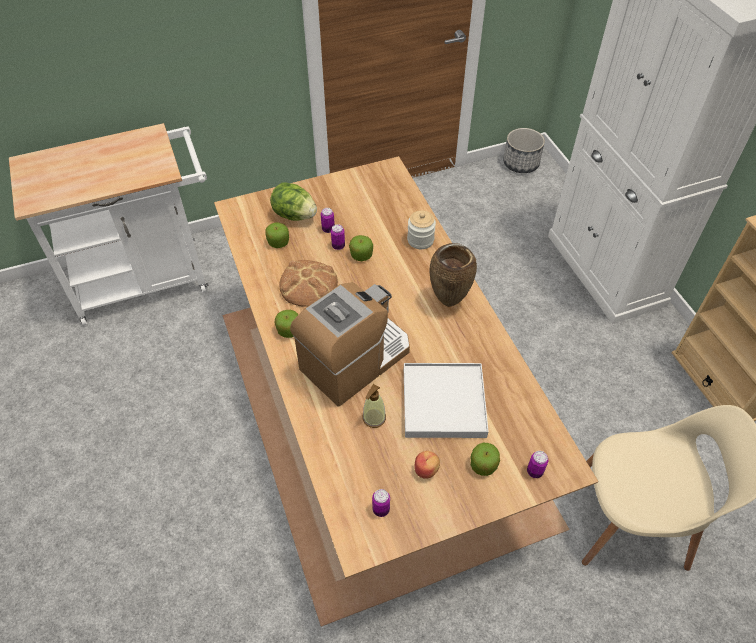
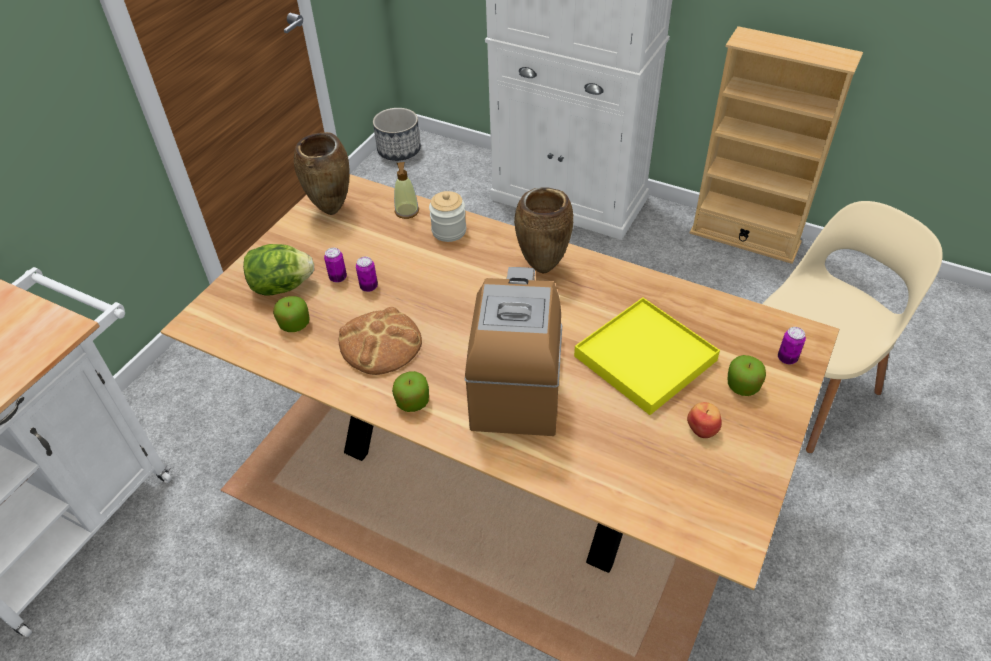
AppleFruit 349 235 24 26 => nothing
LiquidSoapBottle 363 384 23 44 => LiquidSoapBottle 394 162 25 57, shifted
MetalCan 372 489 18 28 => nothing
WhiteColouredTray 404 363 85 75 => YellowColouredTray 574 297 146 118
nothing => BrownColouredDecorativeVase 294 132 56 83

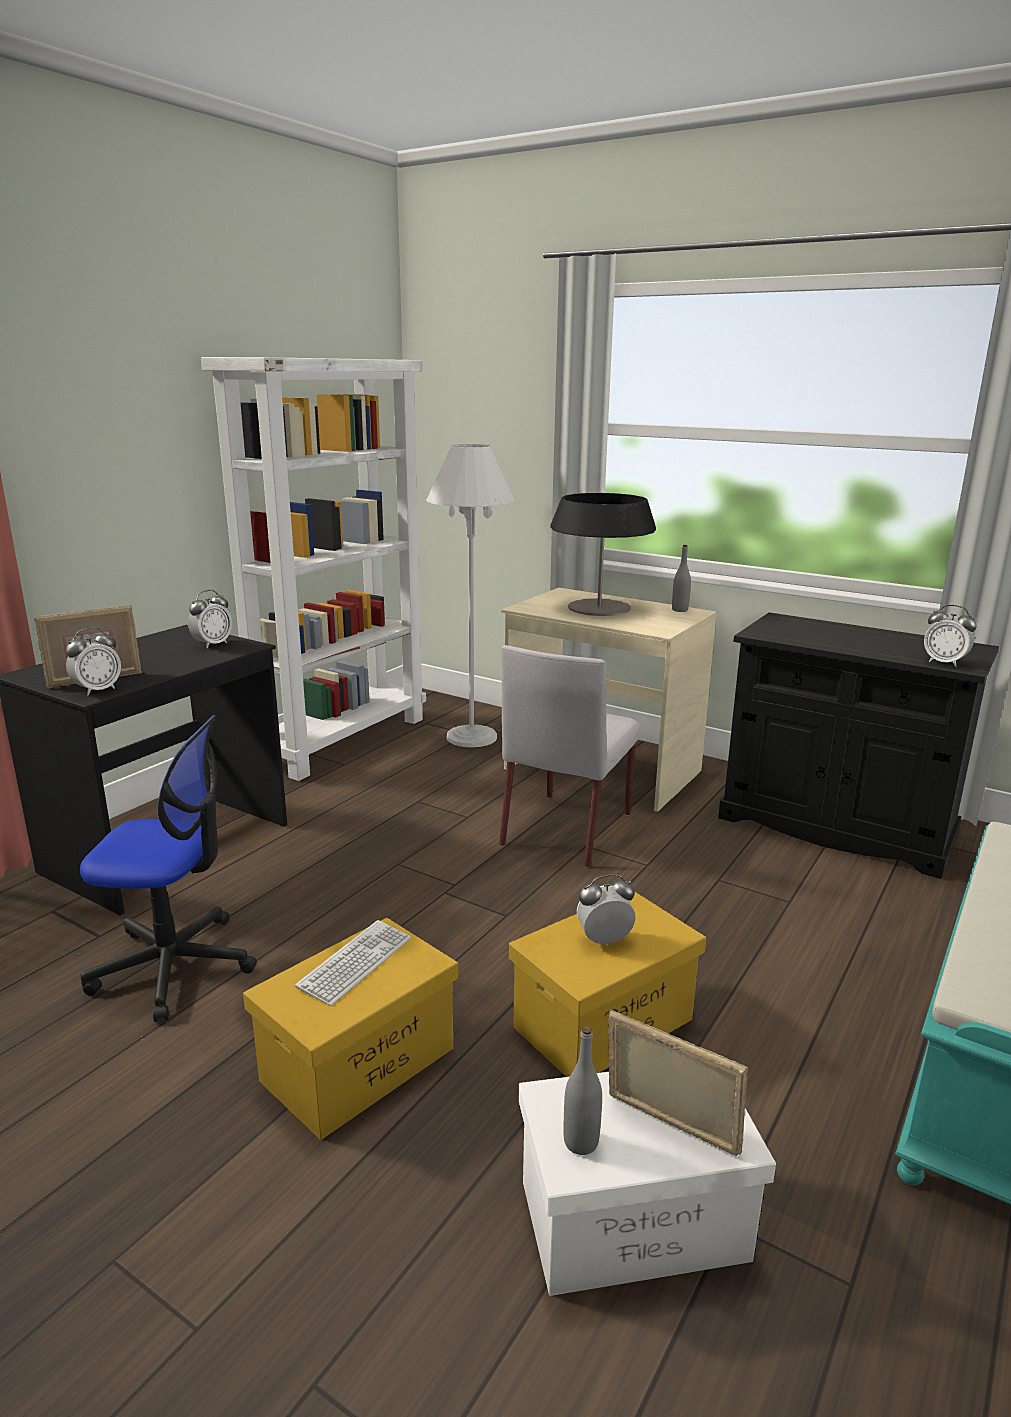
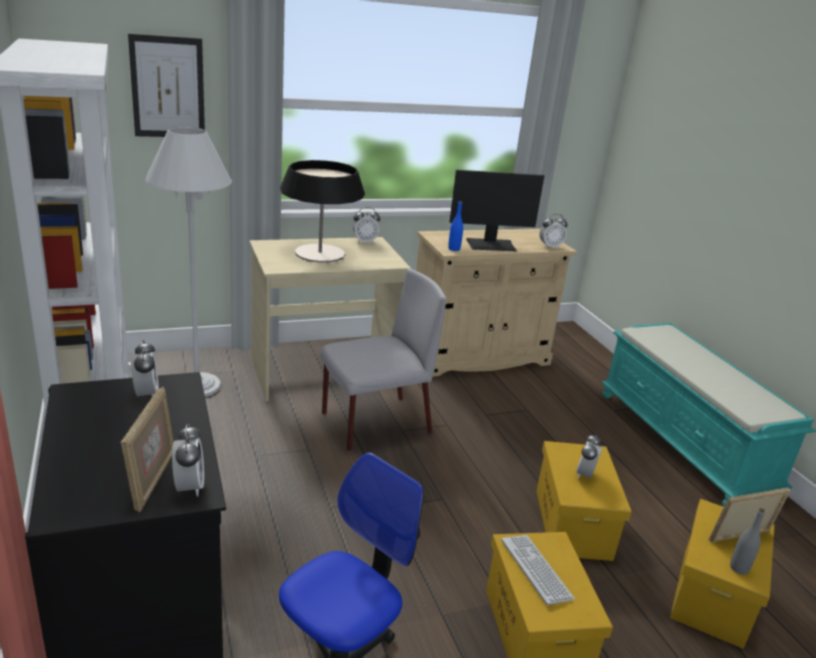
GrayUprightChair 499 645 142 223 => GrayUprightChair 320 269 126 183, 90 degrees counterclockwise
WhiteColouredStorageBin 519 1072 257 224 => YellowColouredStorageBin 670 499 105 150
GrayBeverageBottle 672 545 19 67 => AlarmClock 353 207 27 36
BlackCabinet 718 612 281 267 => BeigeColouredCabinet 416 229 161 148
nothing => Picture 128 34 77 103
nothing => BlueBeverageBottle 448 201 15 50
nothing => ComputerDisplay 450 170 94 82

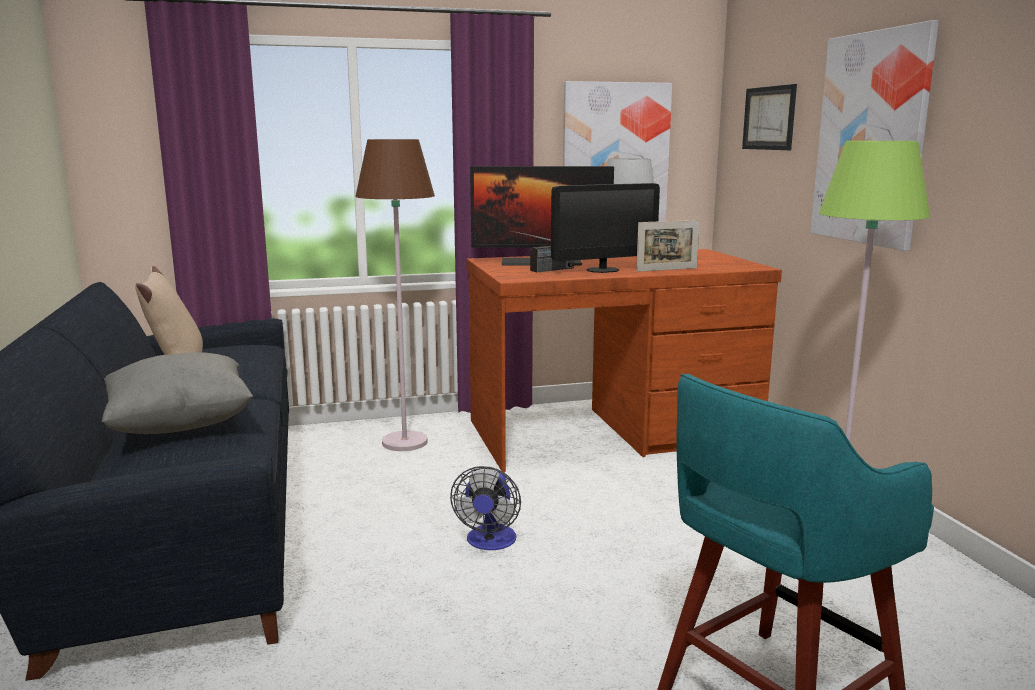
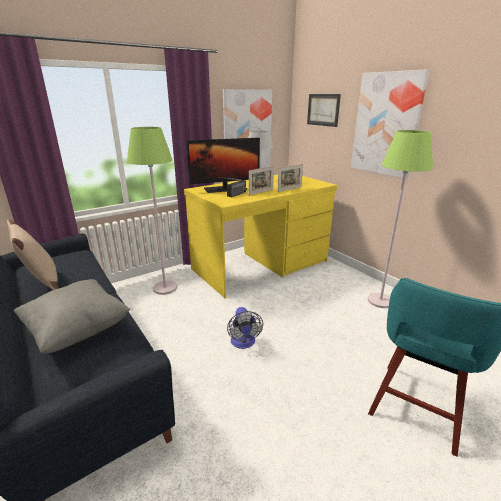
BrownColouredStandardLamp 355 139 80 312 => GreenColouredStandardLamp 127 127 50 168
BrownColouredDesk 466 249 316 223 => YellowColouredDesk 184 175 153 123
ComputerDisplay 551 183 109 90 => StandingFrame 249 166 25 30

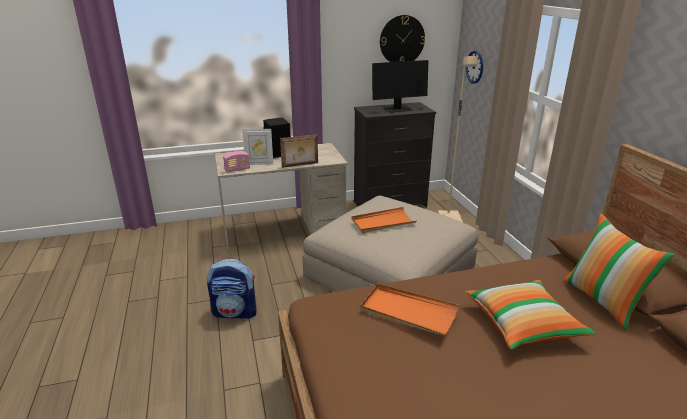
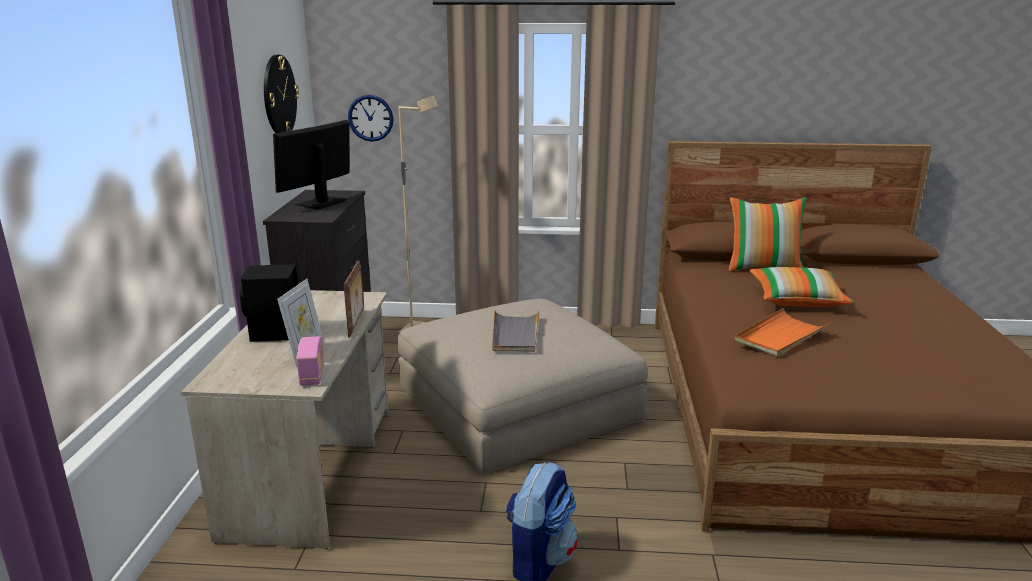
OrangeTray 352 207 65 26 => GrayTray 492 310 48 42
ComputerDisplay 372 60 56 53 => ComputerDisplay 273 120 77 90, 150 degrees counterclockwise

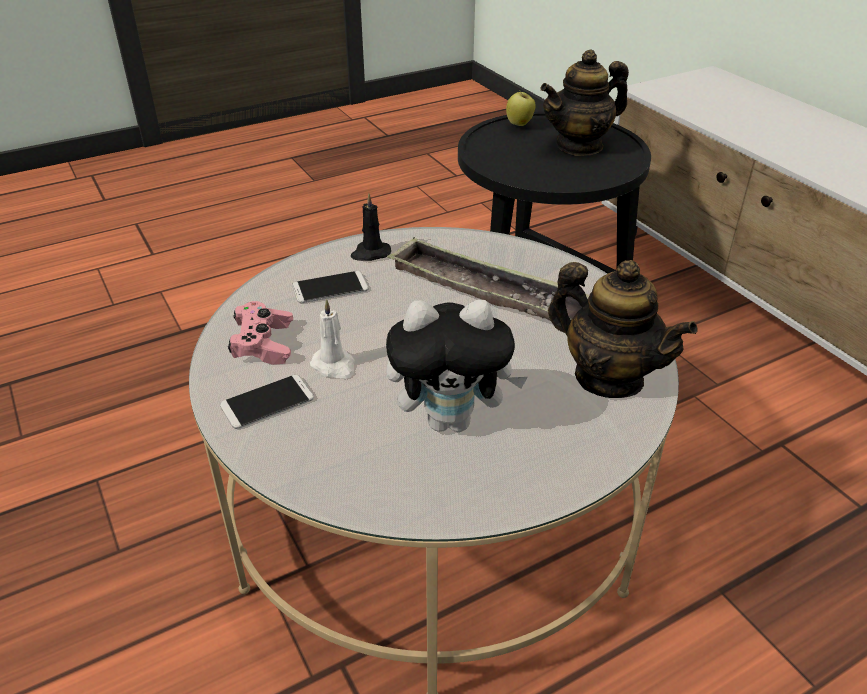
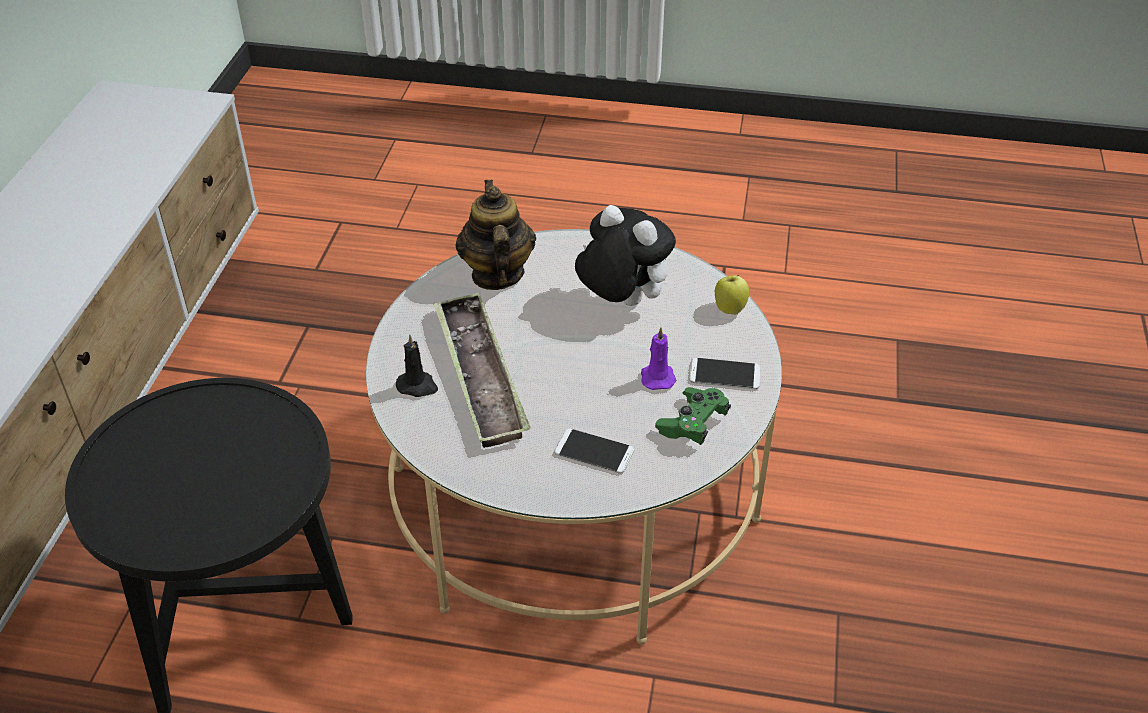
PinkJoypad 228 301 65 64 => GreenColouredJoypad 655 387 76 58
WhiteColouredCandle 310 299 45 80 => PurpleColouredCandle 641 327 35 63
BlackCandle 351 193 40 68 => BlackCandle 396 335 42 62, shifted
AppleFruit 506 90 30 36 => AppleFruit 715 275 34 40, shifted
TeaPot 540 50 89 106 => nothing

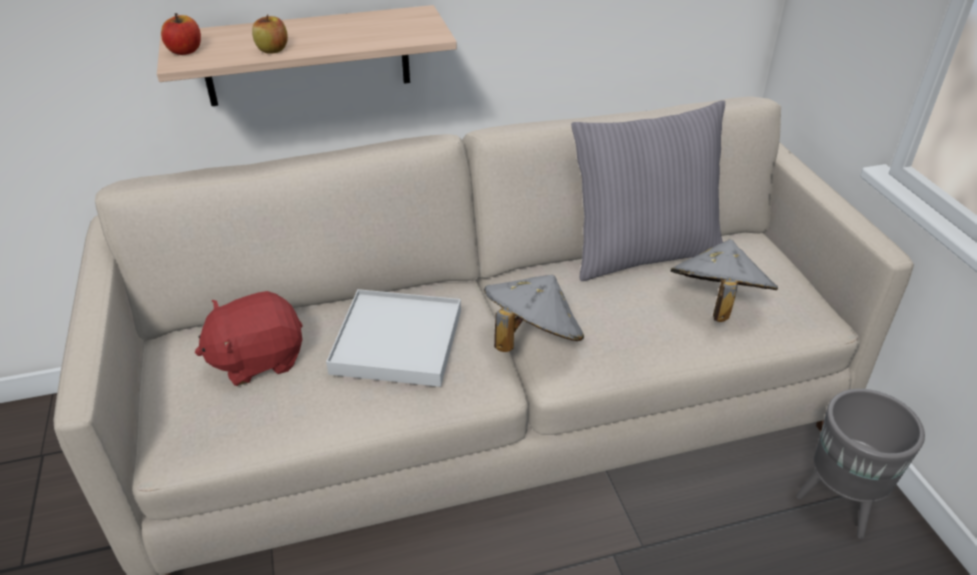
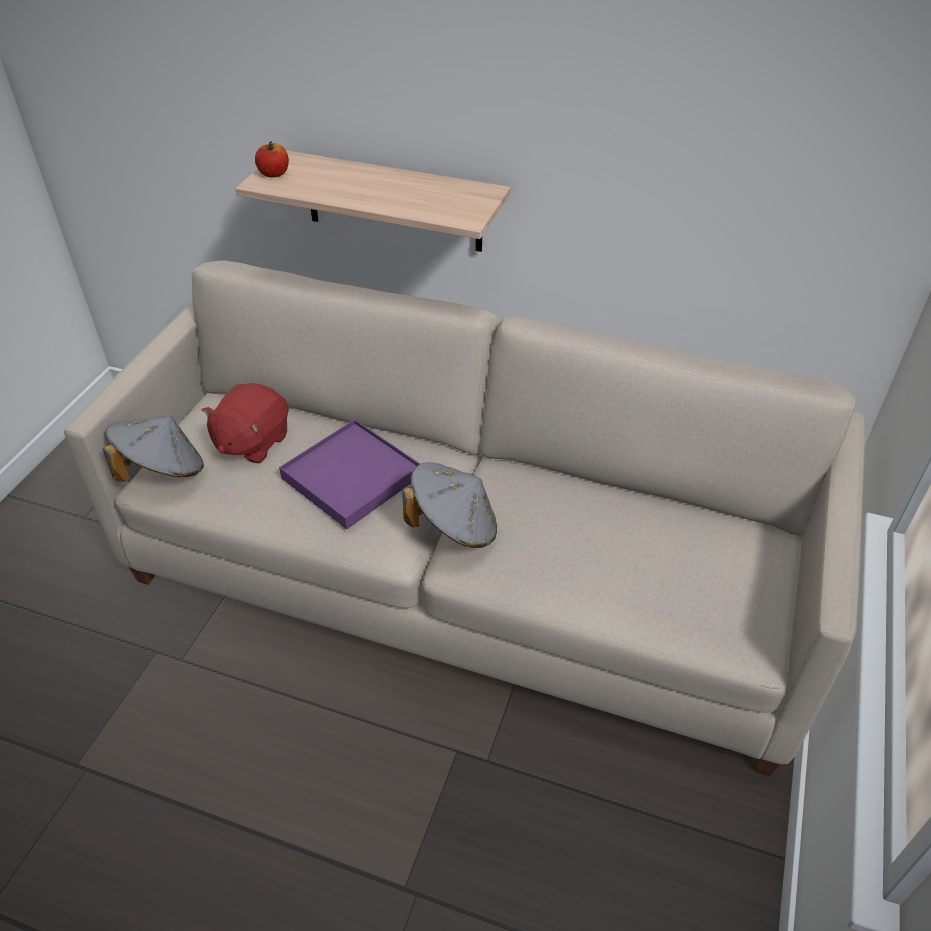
RedPlushToy 195 291 108 95 => RedPlushToy 202 383 87 80, 75 degrees counterclockwise
AppleFruit 252 14 36 40 => nothing
WhiteColouredTray 326 289 135 98 => PurpleColouredTray 279 419 141 110
GrayPillow 571 100 154 181 => nothing
GrayWearableHat 671 239 107 83 => GrayWearableHat 103 416 101 66, shifted
GrayPlanter 796 389 129 150 => nothing

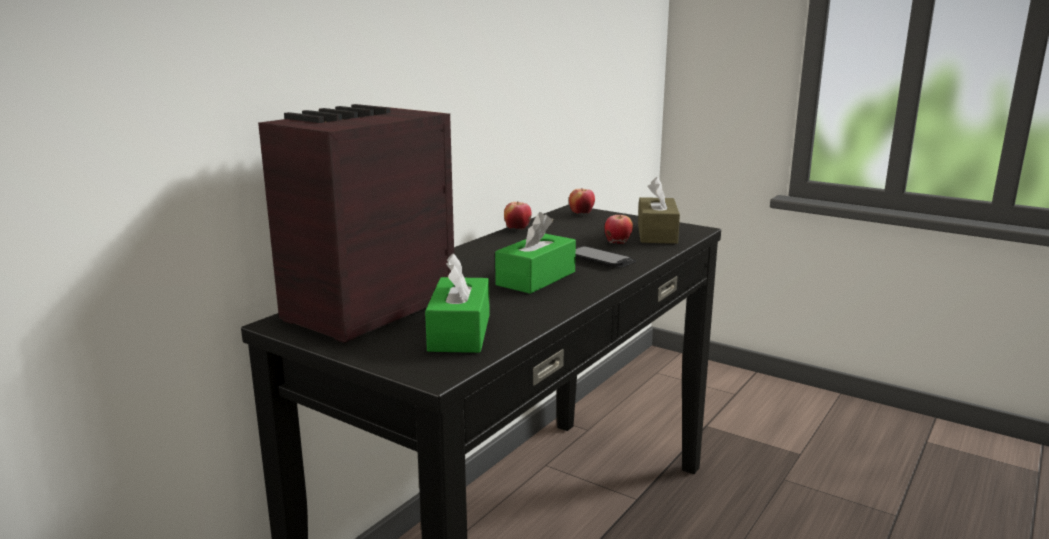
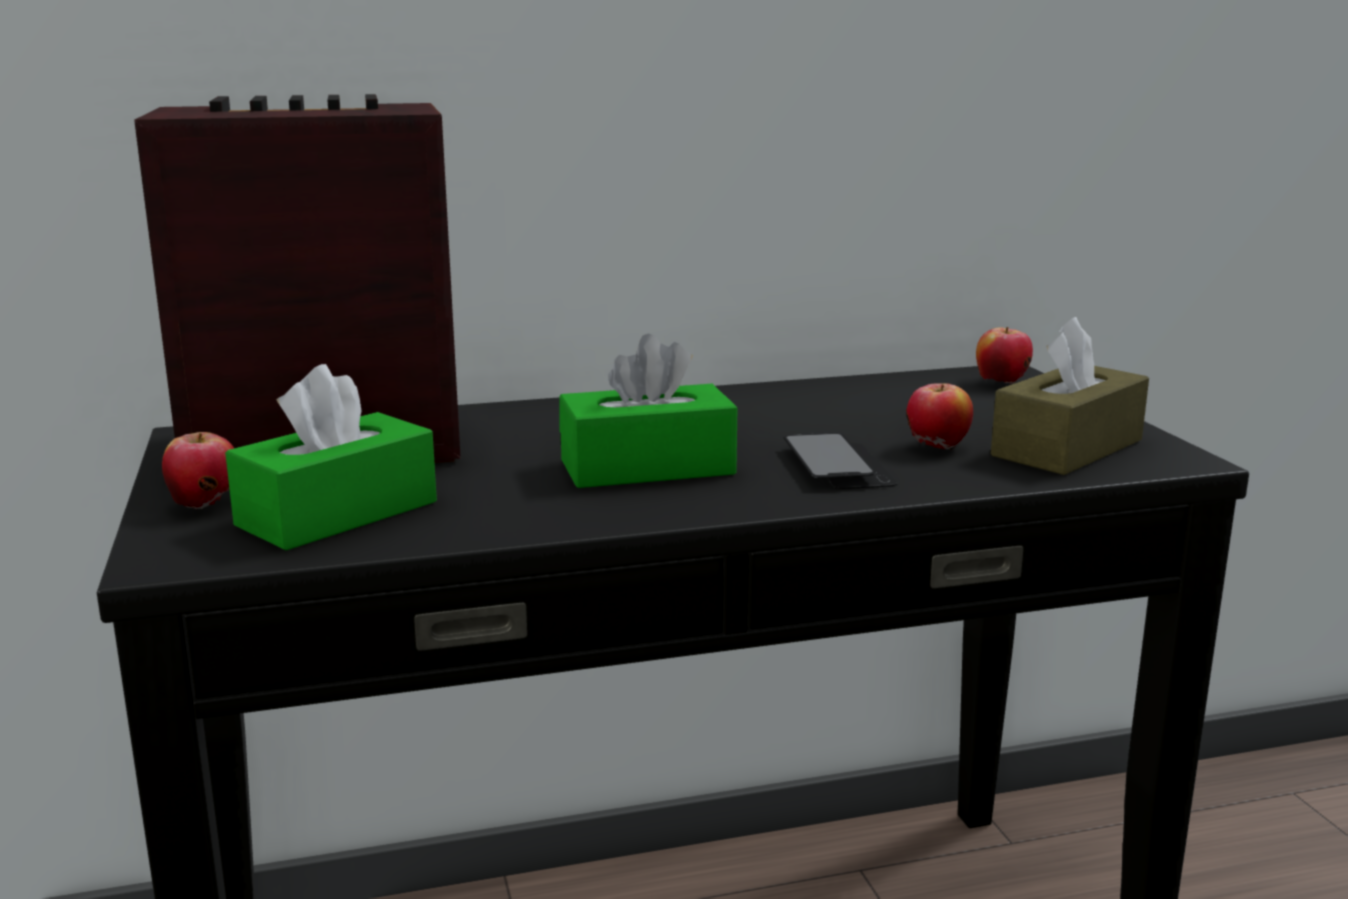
AppleFruit 504 202 27 28 => AppleFruit 162 432 72 78, shifted

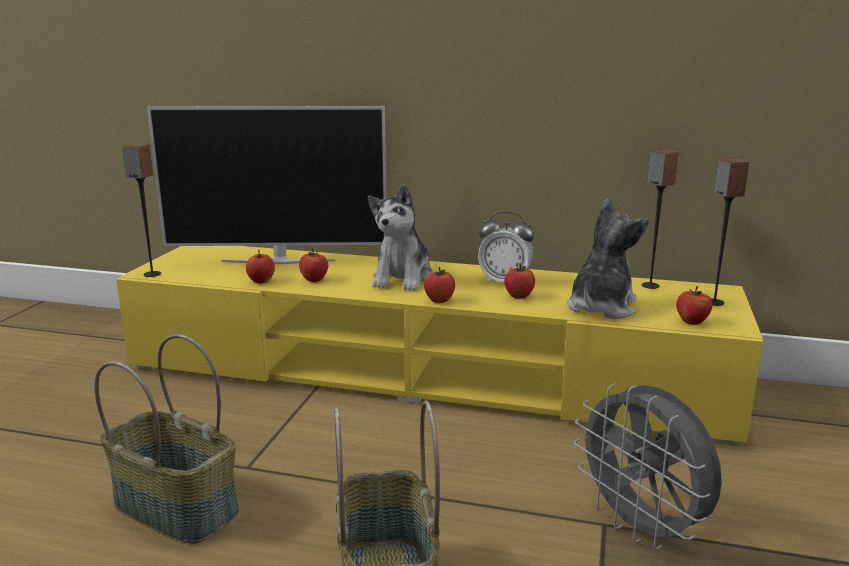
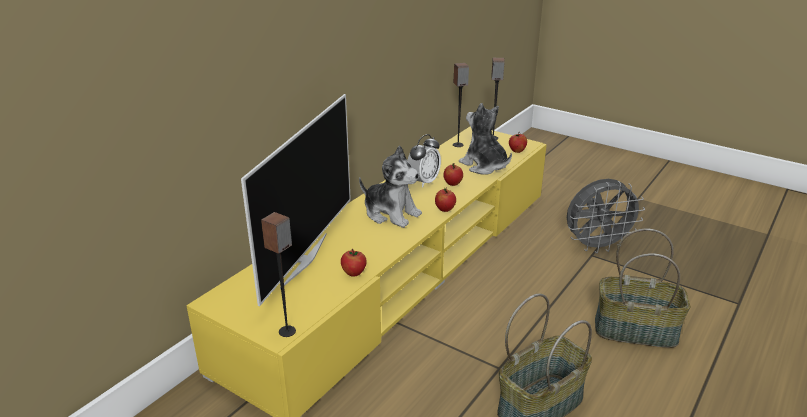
AppleFruit 299 249 30 33 => nothing

